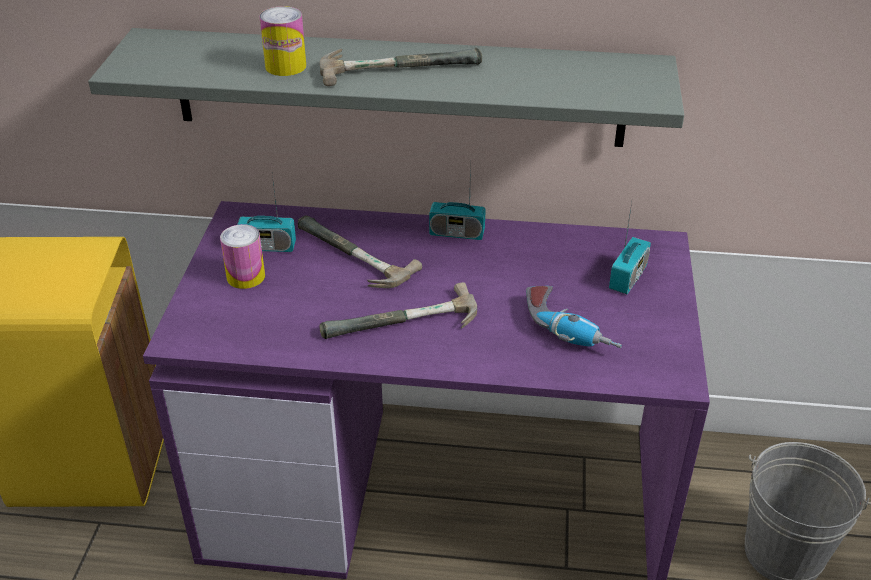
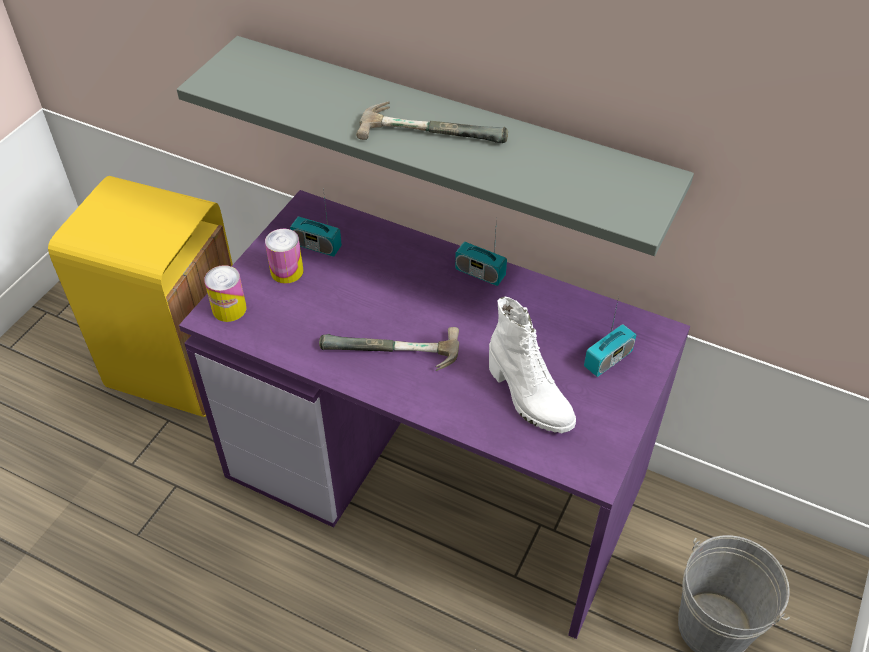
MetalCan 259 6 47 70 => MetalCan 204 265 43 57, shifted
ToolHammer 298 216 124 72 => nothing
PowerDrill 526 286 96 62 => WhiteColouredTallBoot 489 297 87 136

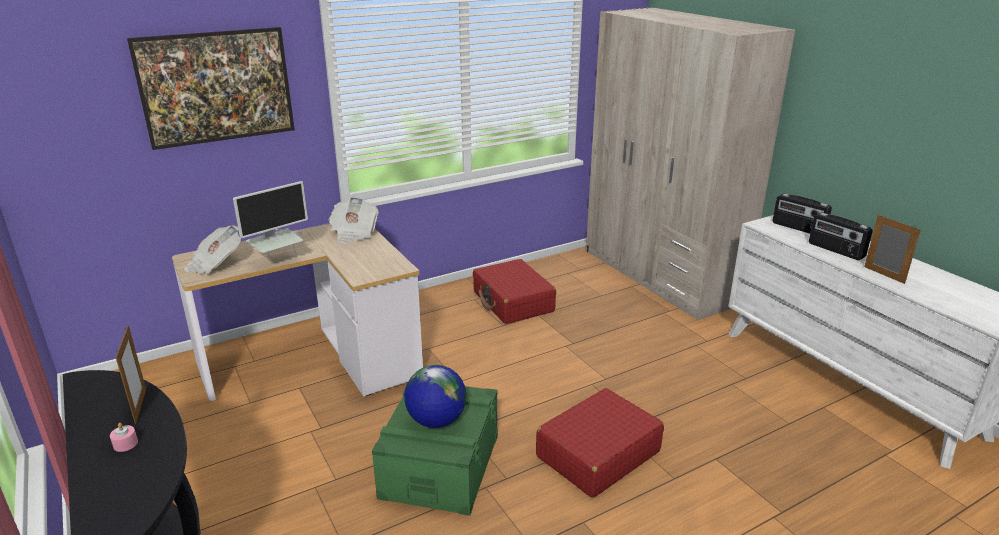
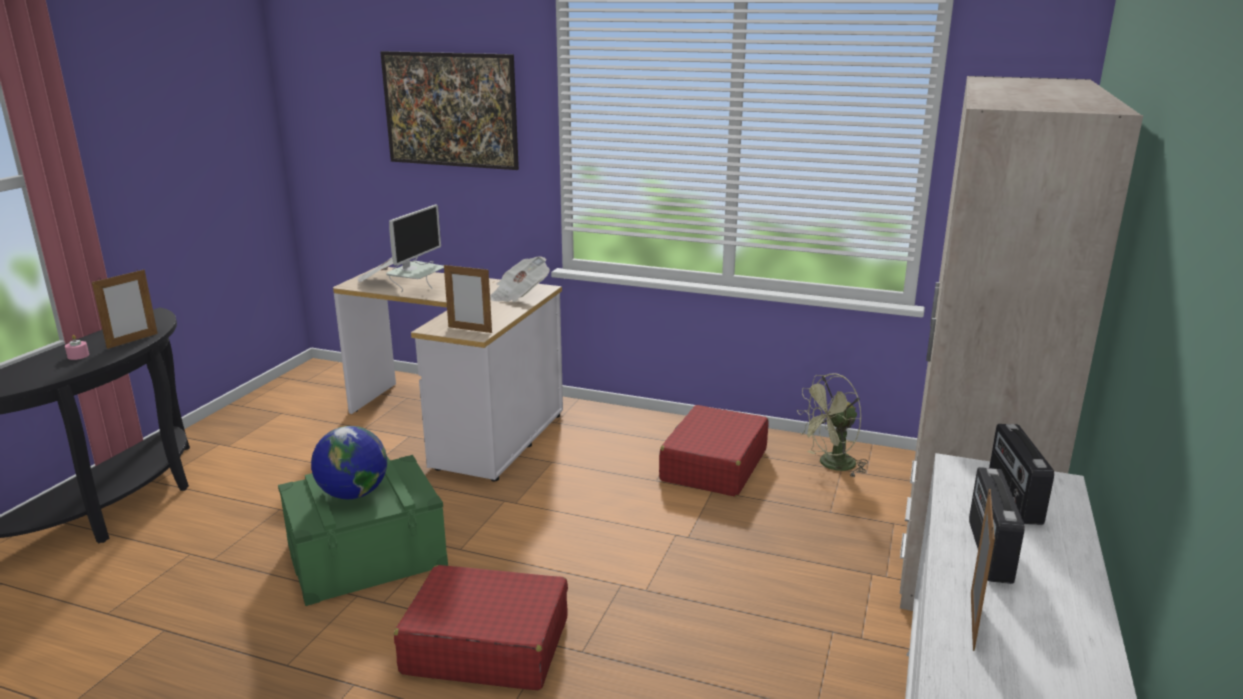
ComputerDisplay 233 181 75 76 => ComputerDisplay 386 205 58 87, 75 degrees counterclockwise
nothing => StandingFrame 444 263 48 70
nothing => GreenColouredFan 797 373 71 104

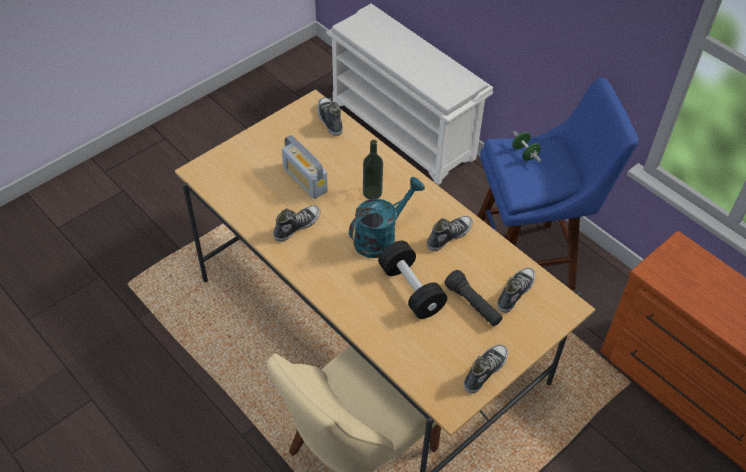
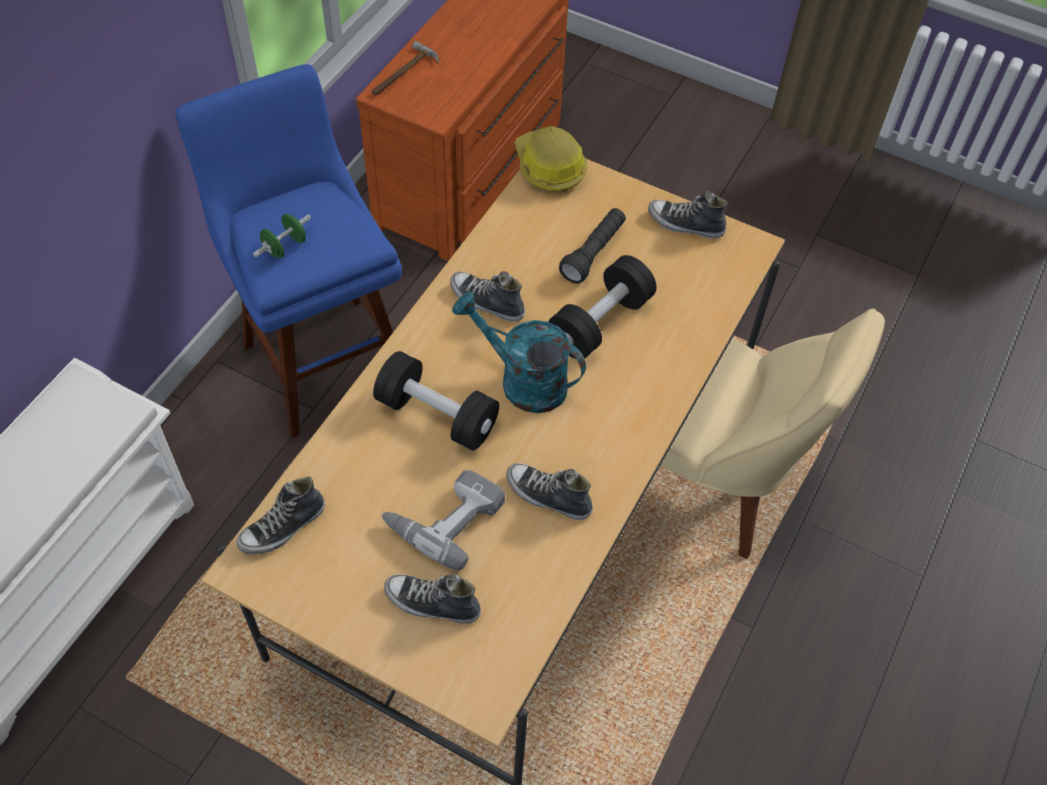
RadioSet 282 135 46 64 => PowerDrill 382 470 123 101
BeverageBottle 363 140 20 59 => BlackHandWeight 373 351 126 100
ItemOfFootwear 497 268 38 45 => ItemOfFootwear 384 574 97 50, shifted
nothing => ToolHammer 372 41 67 54
nothing => SafetyHelmet 514 126 73 66

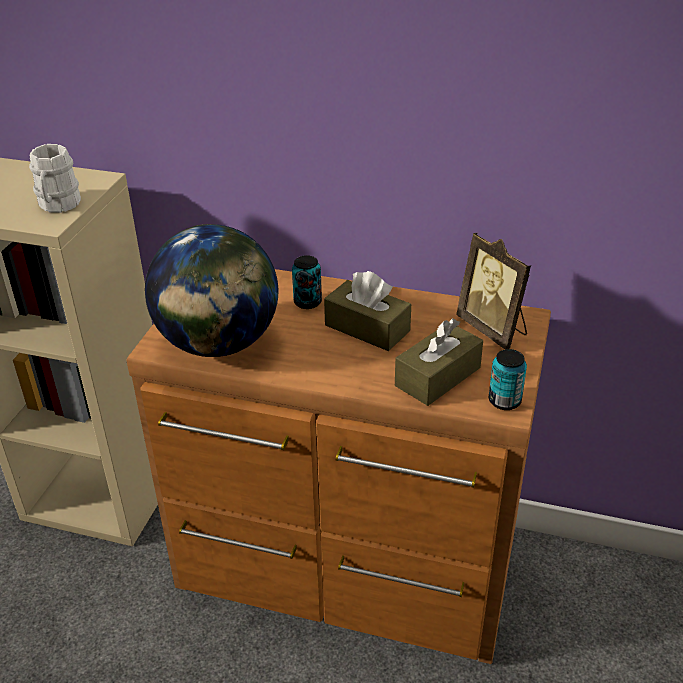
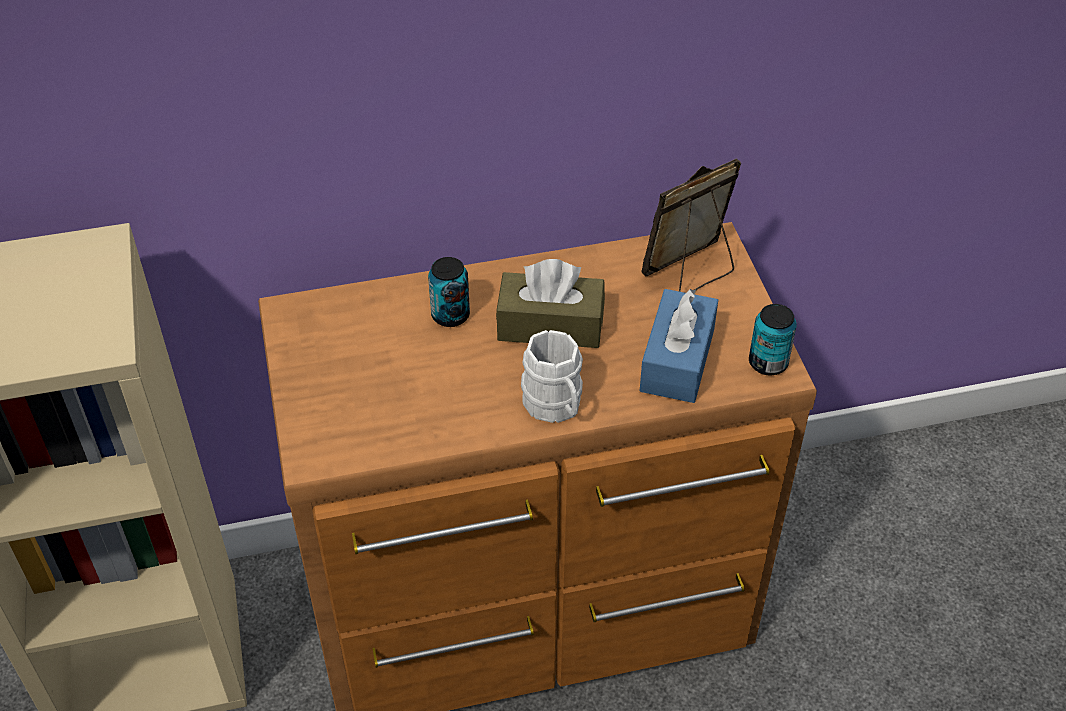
WhiteColouredMug 29 144 52 69 => WhiteColouredMug 521 330 62 93, shifted
DeskGlobe 145 224 133 133 => nothing
BrownColouredBoxOfTissues 395 318 88 88 => BlueBoxOfTissues 640 289 78 114
StandingFrame 456 233 75 116 => StandingFrame 642 158 99 134, 120 degrees clockwise

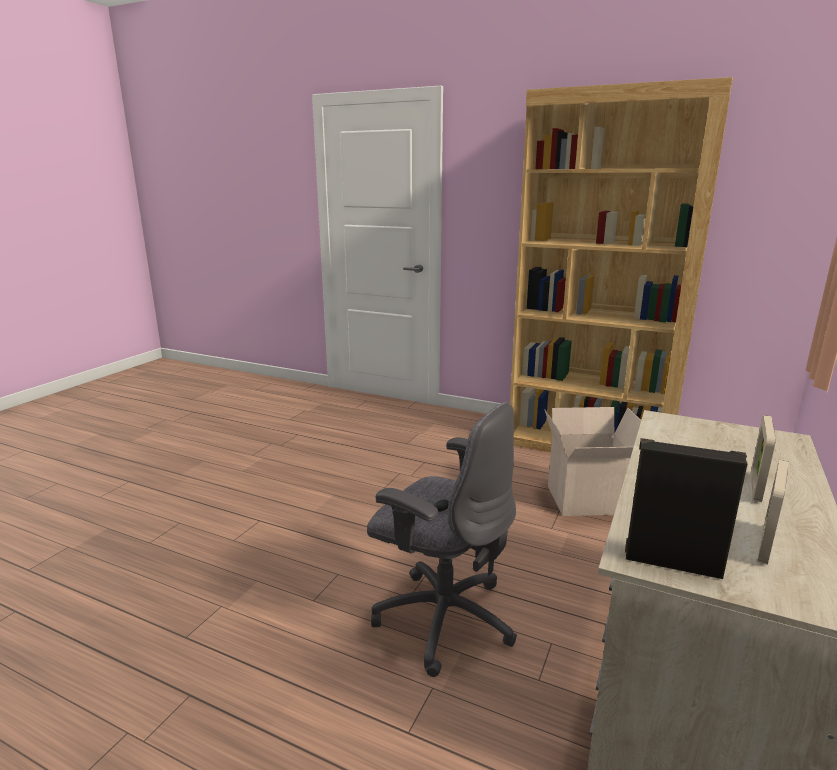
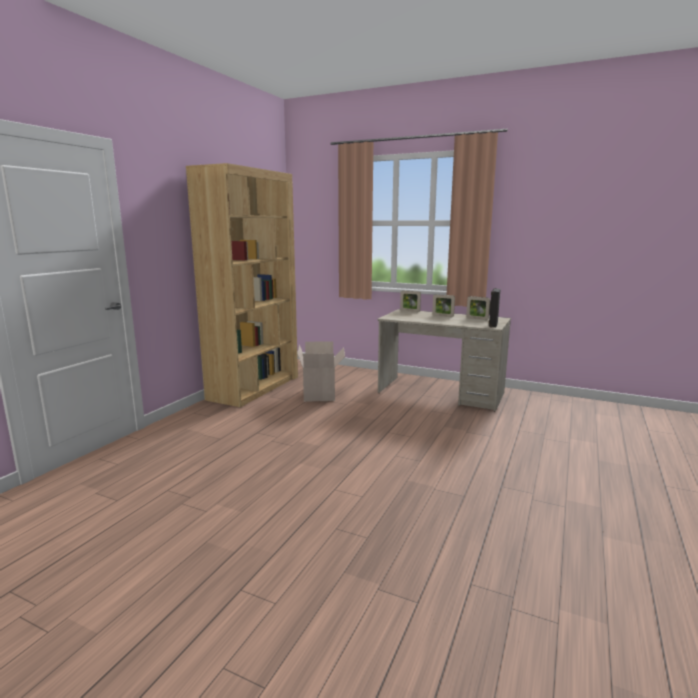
GrayComputerChair 367 402 150 275 => nothing
nothing => StandingFrame 400 290 21 22

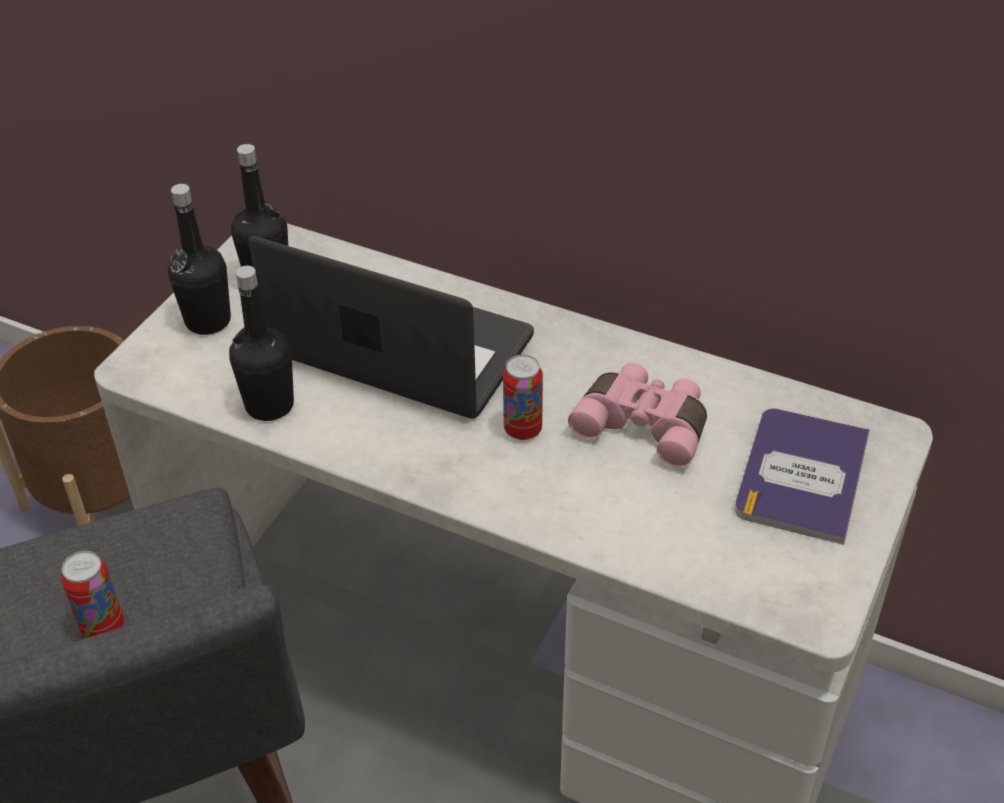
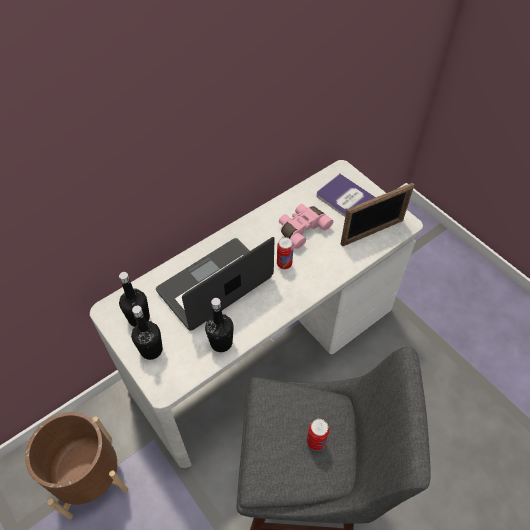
nothing => StandingFrame 341 183 73 63

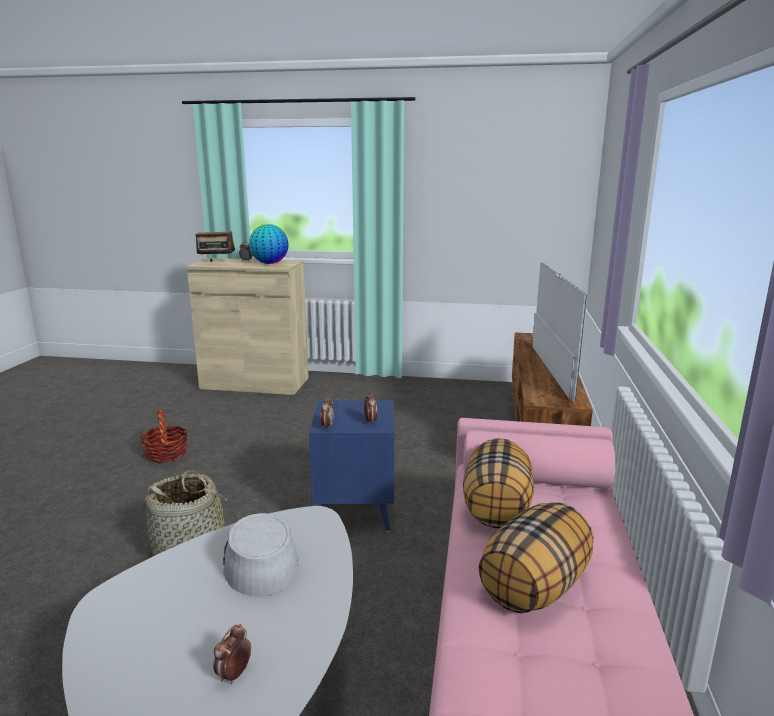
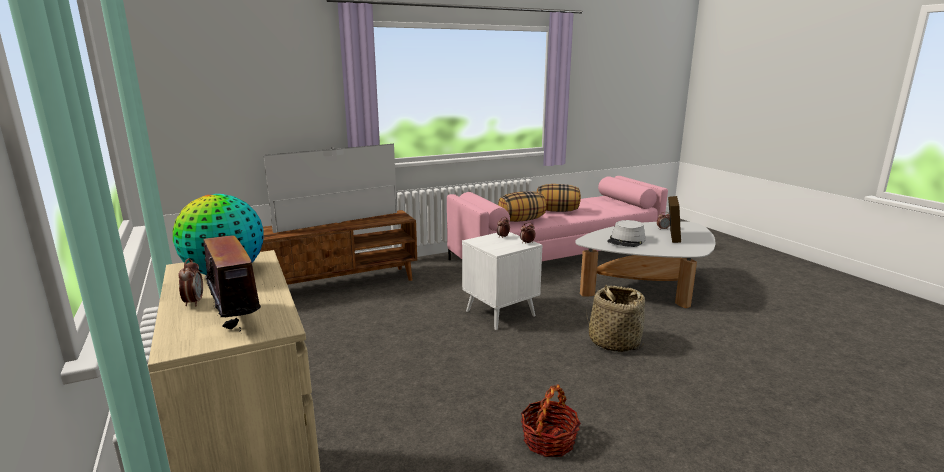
BlueEndTable 309 400 86 132 => WhiteColouredEndTable 462 232 80 98
nothing => StandingFrame 668 196 13 47

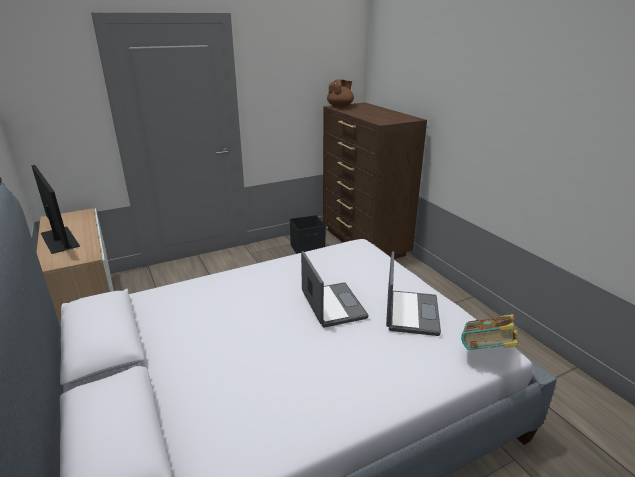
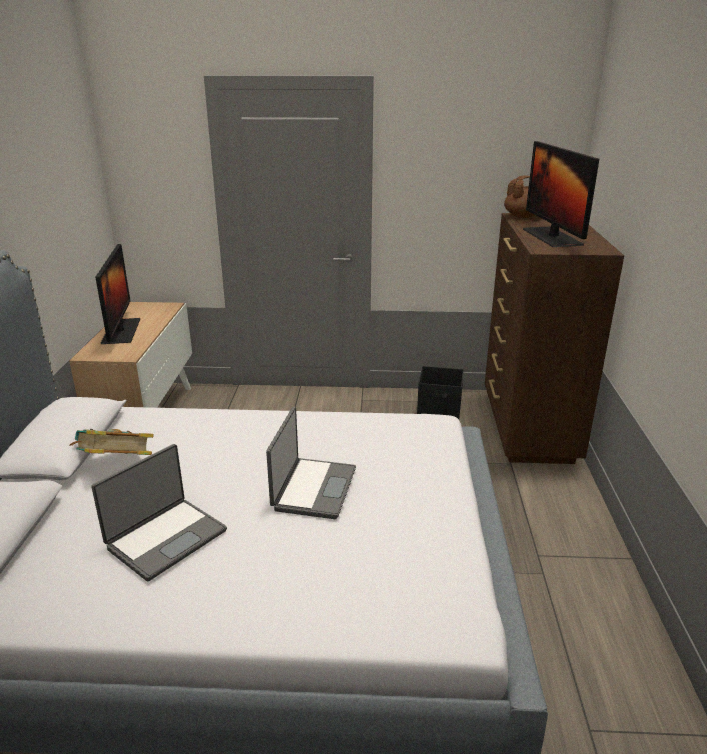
NotebookComputer 386 251 55 85 => NotebookComputer 91 444 136 137, shifted
BoundBook 461 314 58 36 => BoundBook 70 429 84 26, shifted
nothing => ComputerDisplay 523 141 76 106

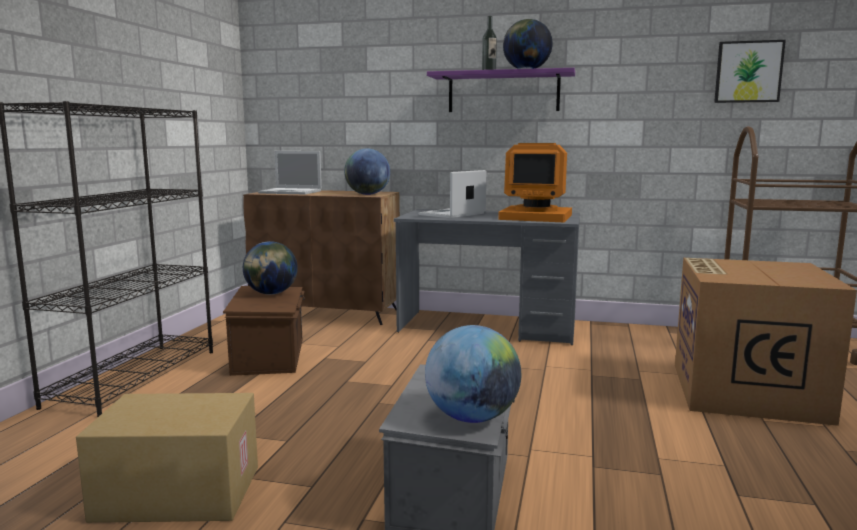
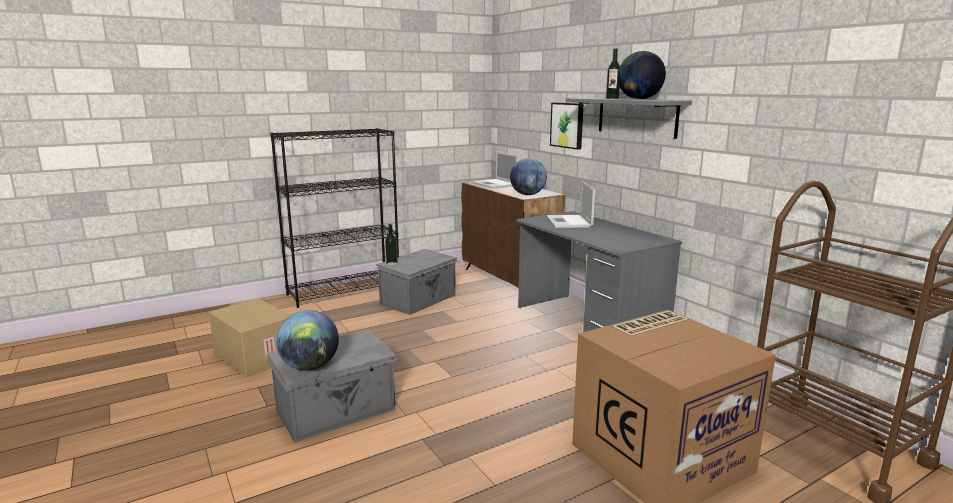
BrownColouredStorageBin 223 286 82 90 => GrayStorageBin 376 249 82 66
DeskGlobe 243 241 55 54 => nothing
NotebookComputer 418 170 68 48 => NotebookComputer 547 181 48 47, 90 degrees counterclockwise
PurpleColouredShelf 427 68 148 44 => GrayShelf 566 98 126 40
ComputerDisplay 498 143 74 79 => nothing
Picture 714 40 72 63 => Picture 550 102 34 48, shifted
nothing => BeverageBottle 385 224 13 42

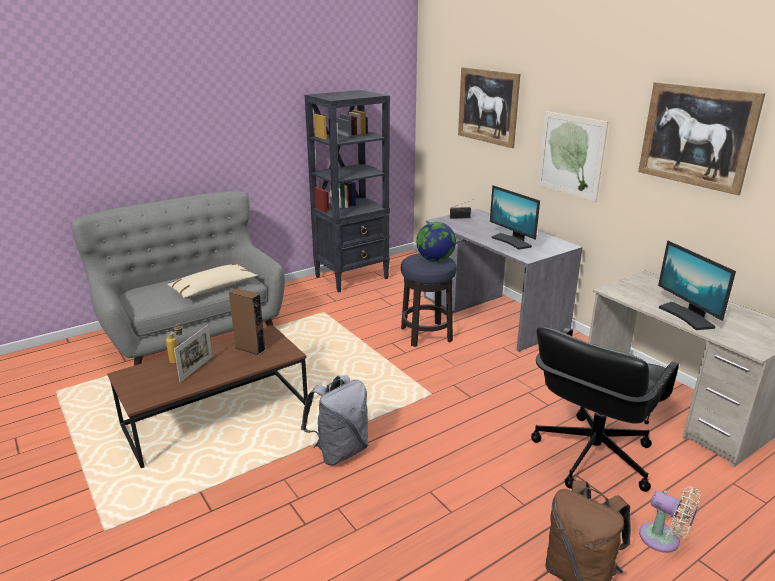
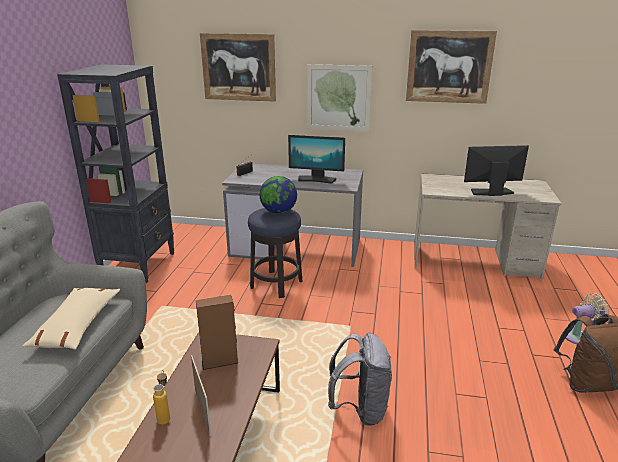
BlackComputerChair 531 327 148 165 => nothing
ComputerDisplay 658 241 78 89 => ComputerDisplay 464 145 65 51, 150 degrees clockwise

